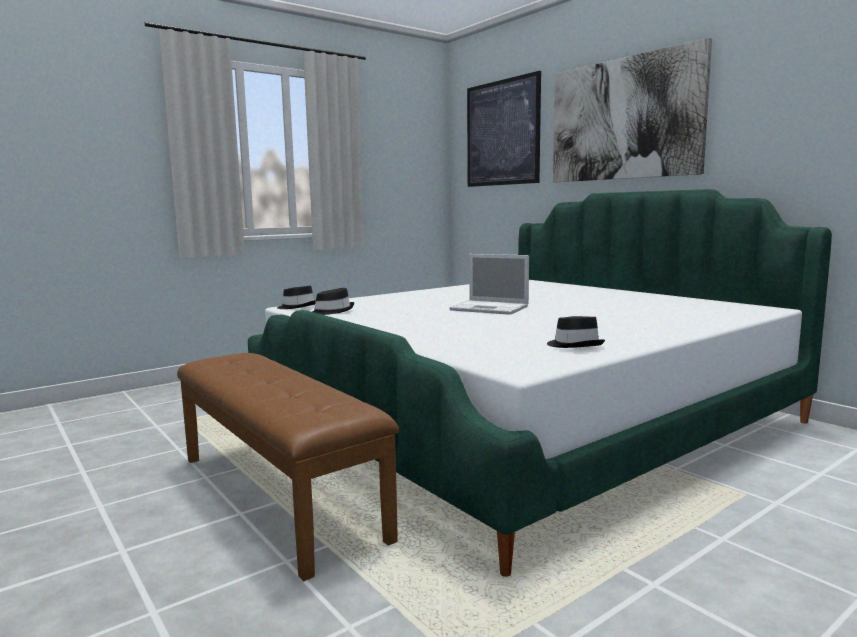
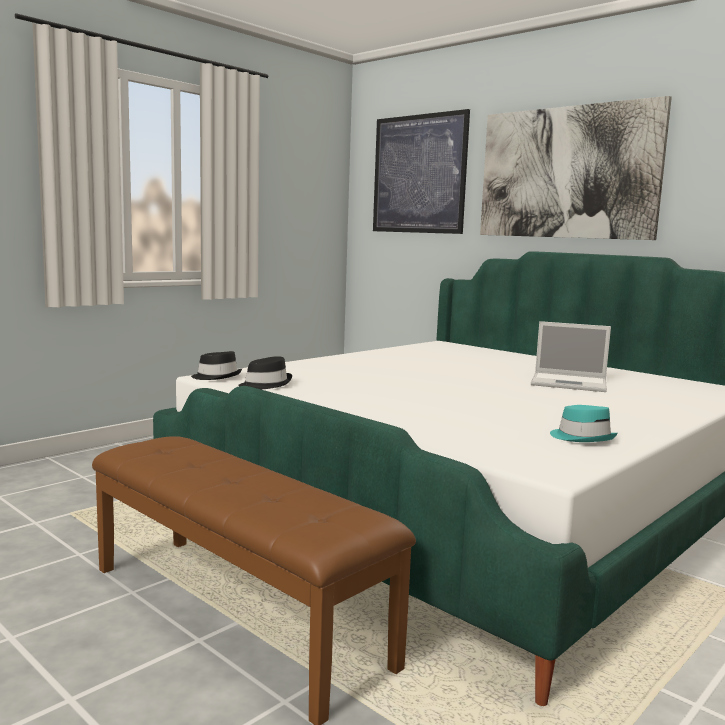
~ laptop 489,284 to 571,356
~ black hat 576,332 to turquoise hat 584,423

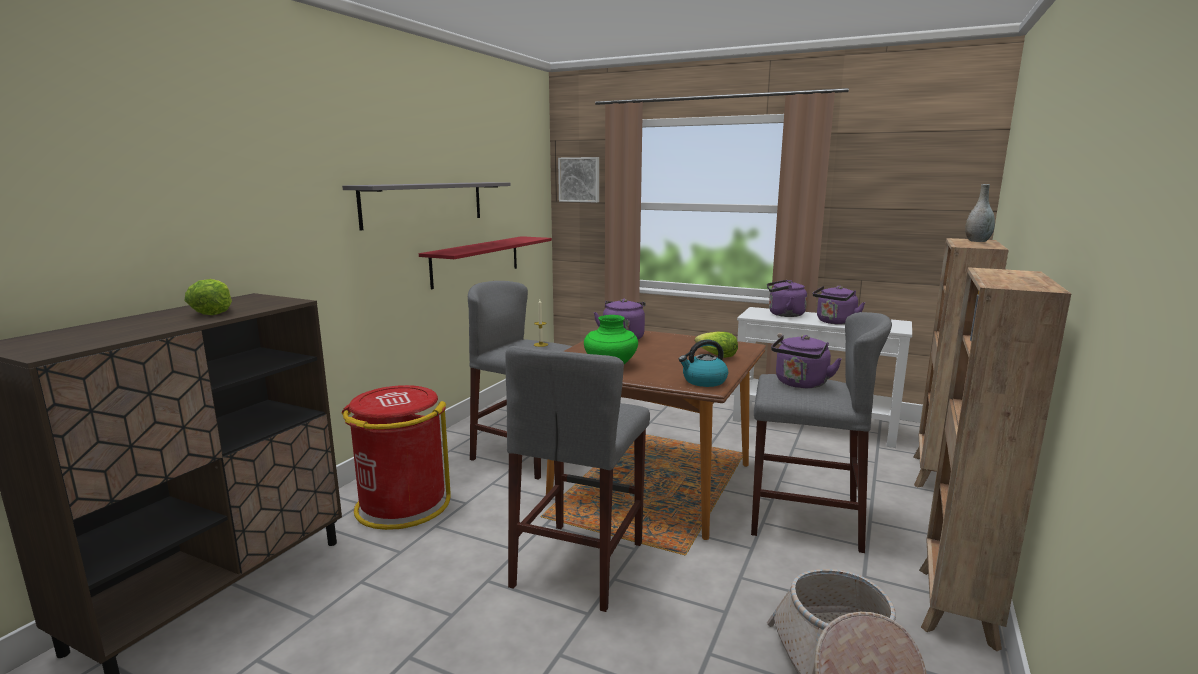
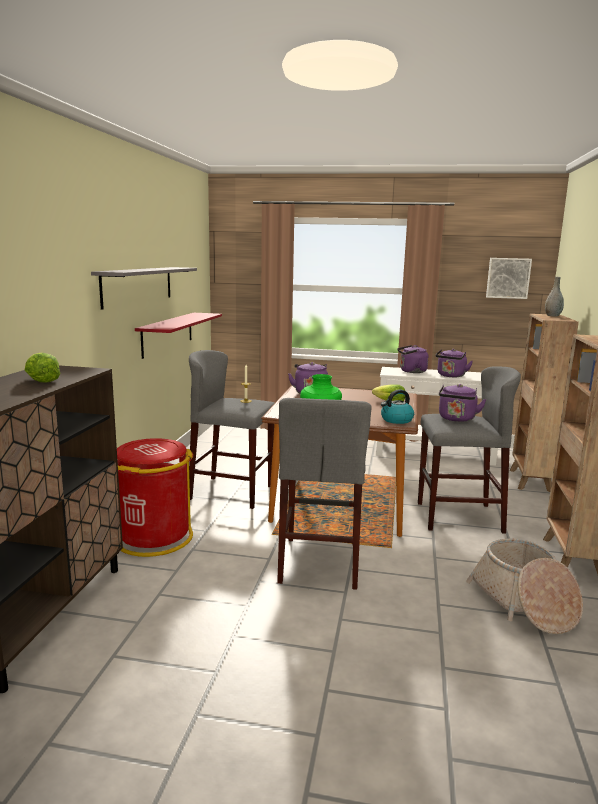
~ wall picture 578,179 to 509,278

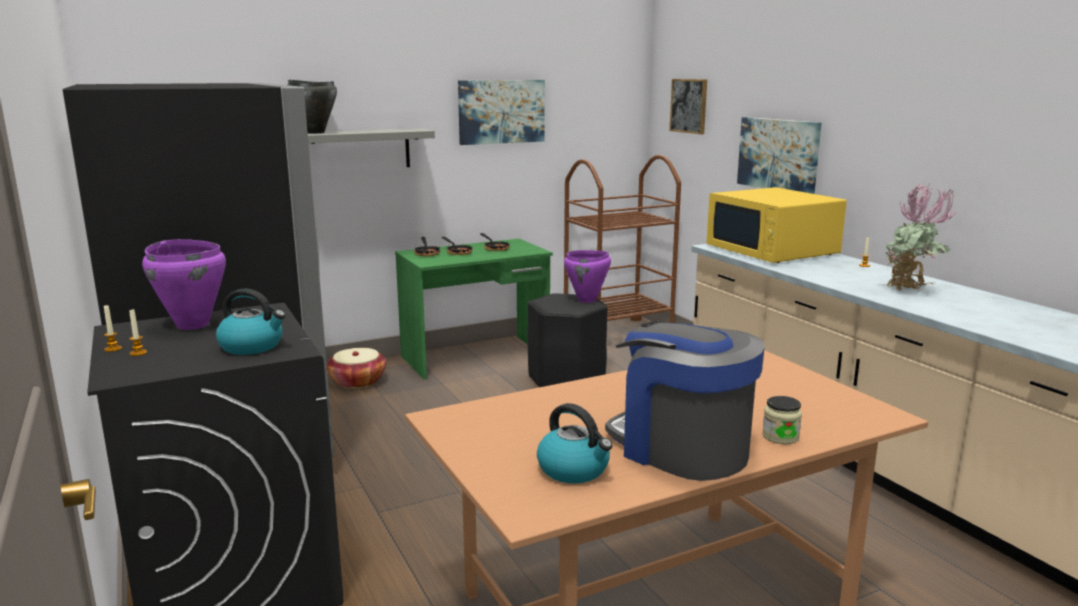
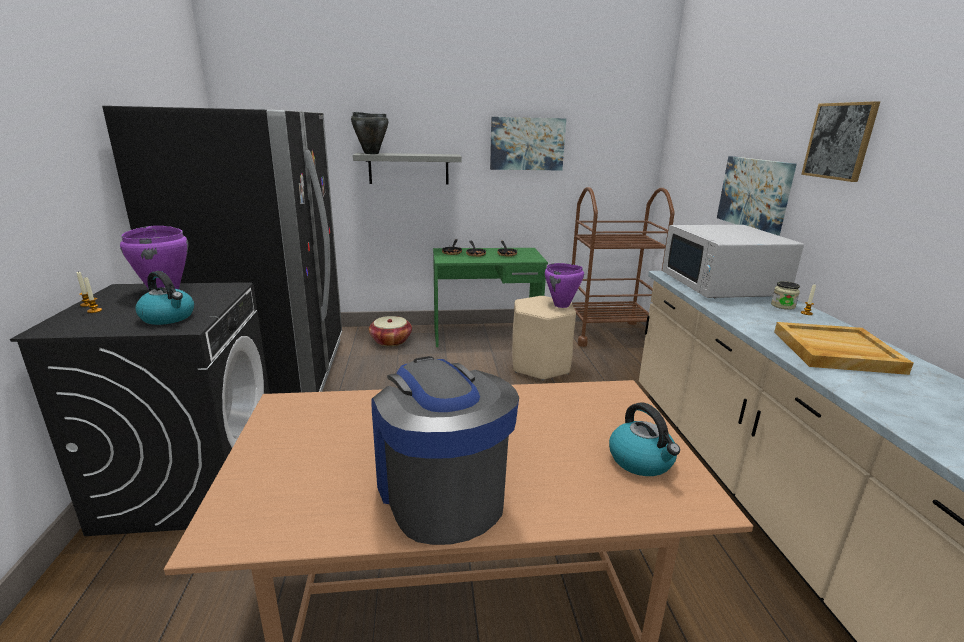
~ kettle 574,443 to 644,439
~ wall picture 688,106 to 840,141
~ preserve jar 782,420 to 785,295
~ plant in a pot 919,237 to beige-coloured serving tray 844,348
~ black sitting stool 568,340 to beige-coloured sitting stool 544,338
~ yellowish microwave 777,225 to whitish microwave 733,262

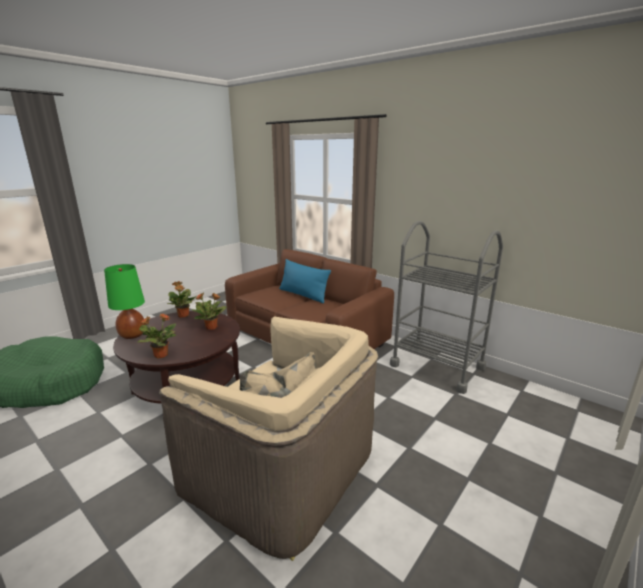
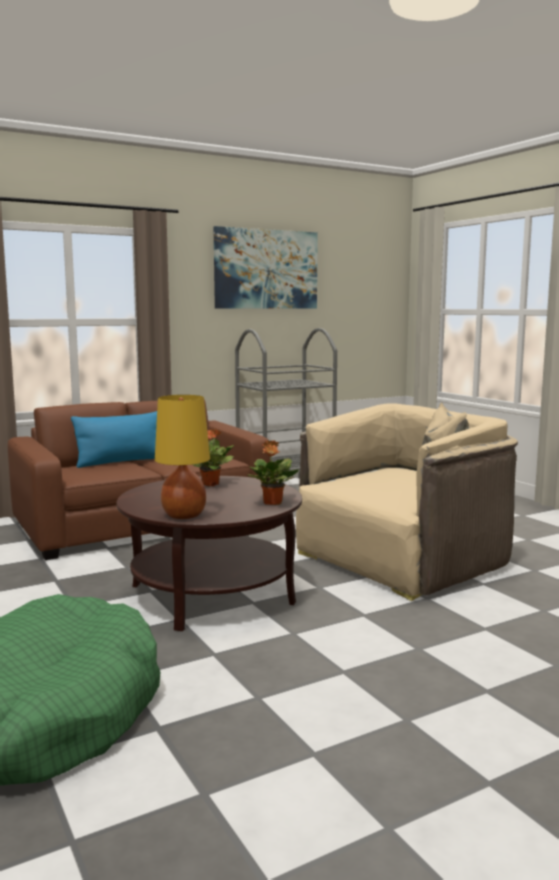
- plant in a pot 182,299
+ wall picture 266,267
~ green-coloured lamp for a table 124,301 to yellowish lamp for a table 182,457

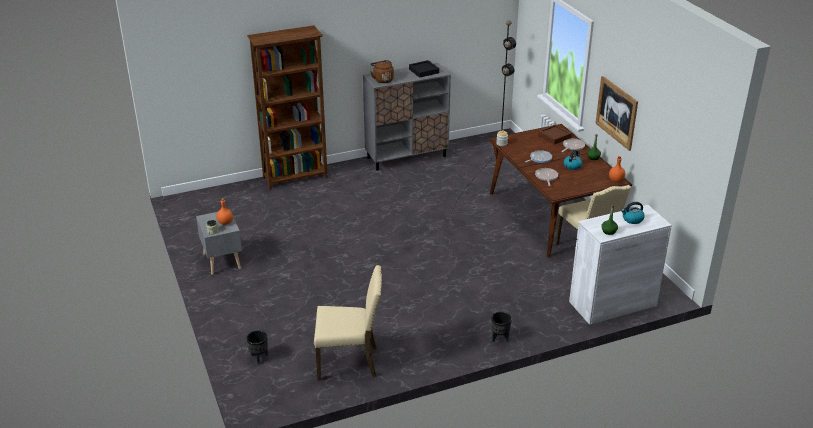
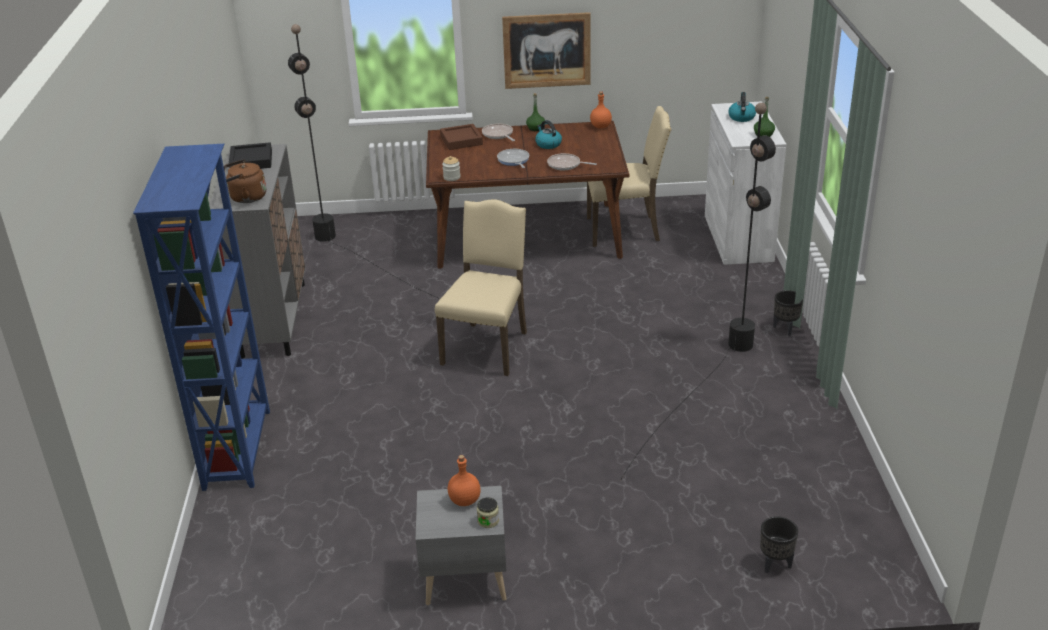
+ black standard lamp 698,292
~ beige-coloured plain chair 348,323 to 481,287
~ brown-coloured shelving unit 287,107 to bluish shelving unit 201,317

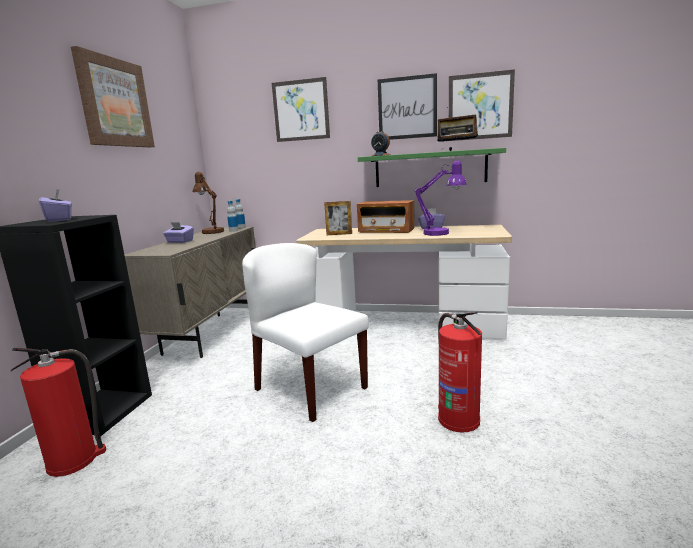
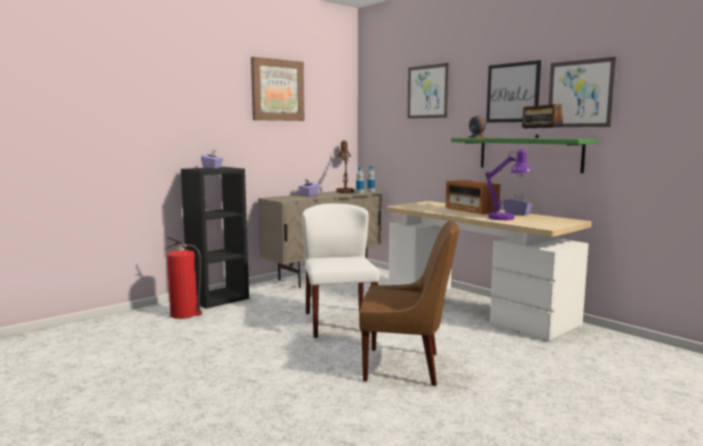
- photo frame 338,218
~ fire extinguisher 460,372 to brown-coloured plain chair 409,303

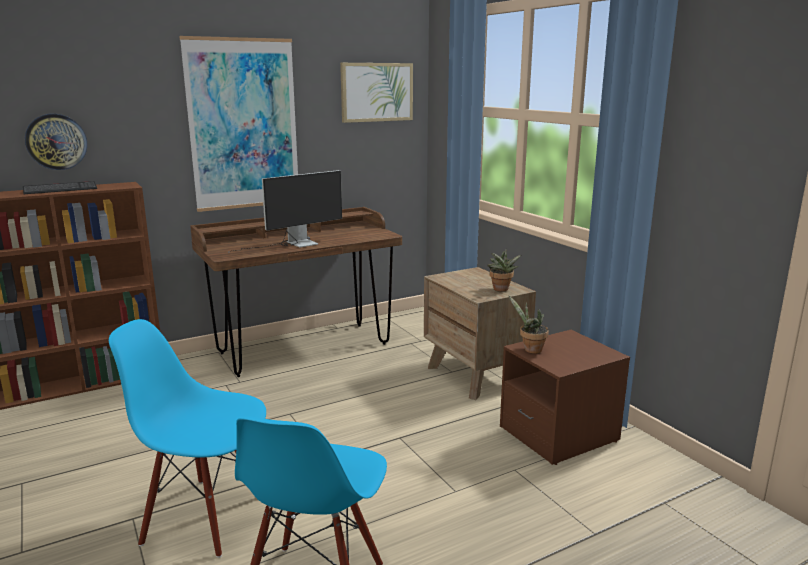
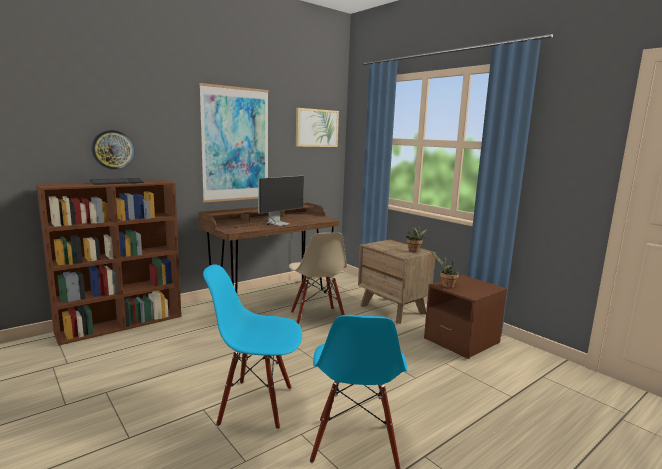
+ beige-coloured plain chair 318,278

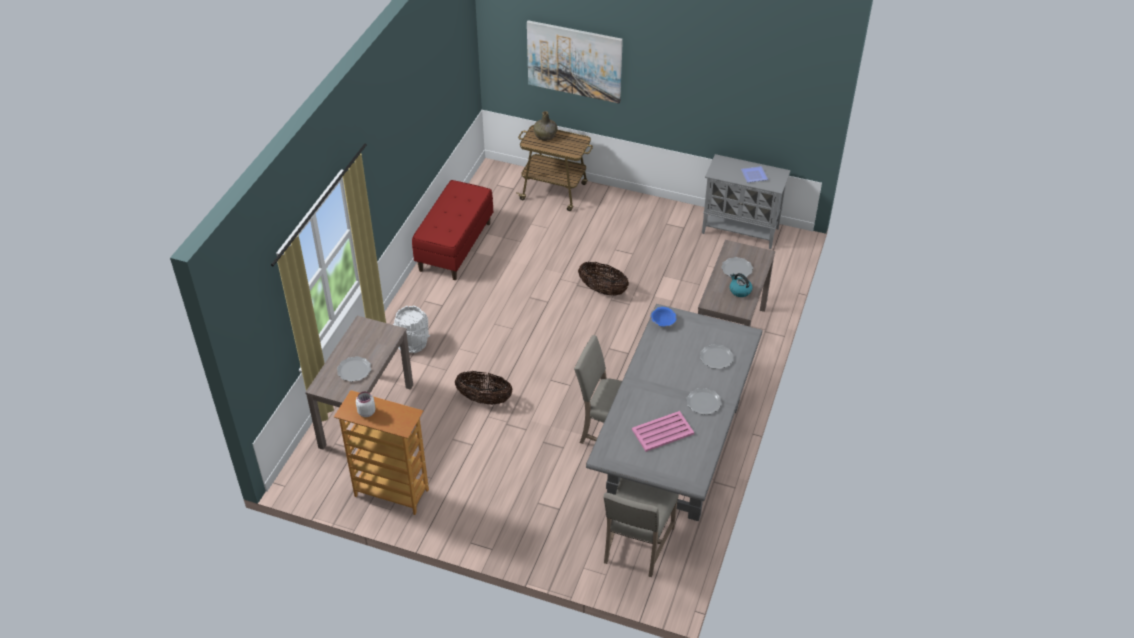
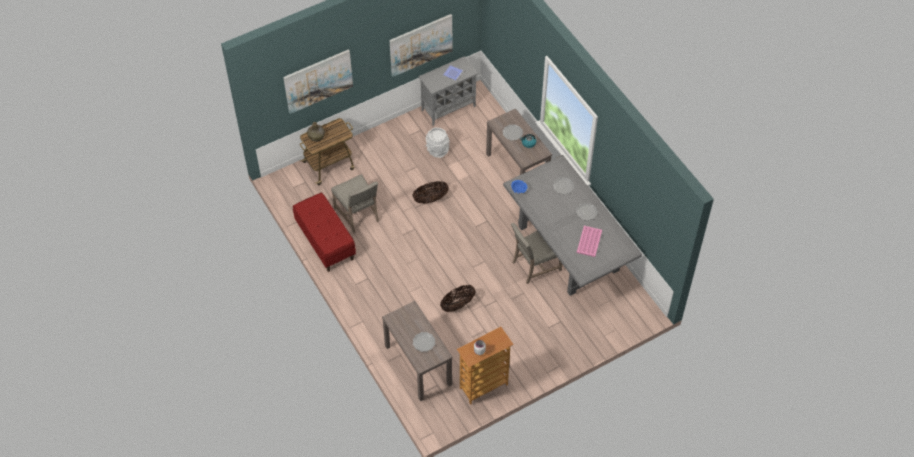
+ wall picture 420,45
~ whitish bucket 411,329 to 438,142
~ beige-coloured plain chair 641,527 to 355,203

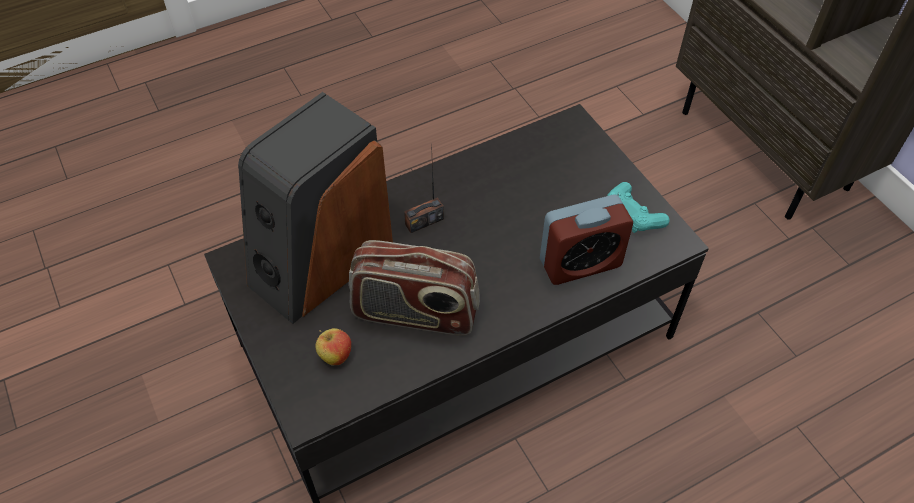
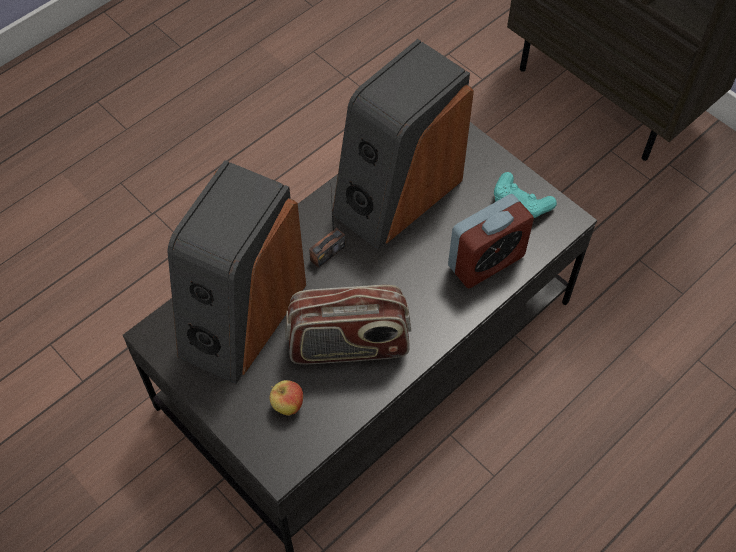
+ loudspeaker 403,144

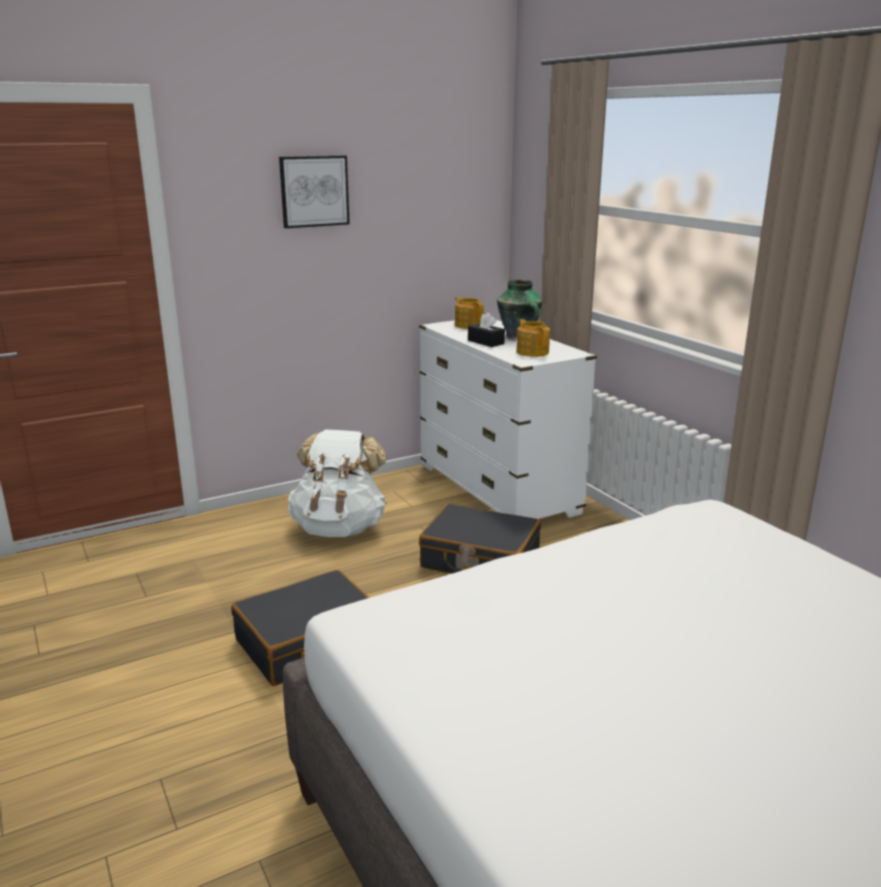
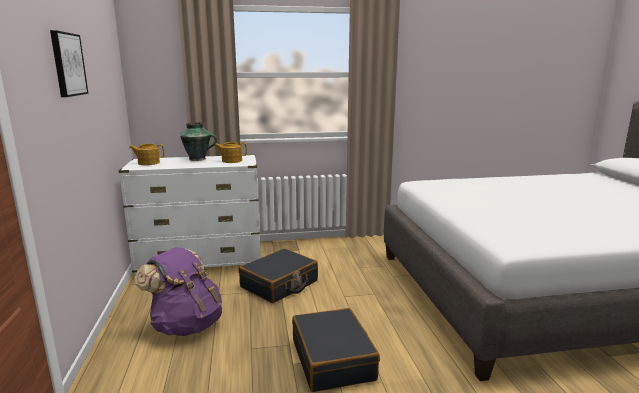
- black box of tissues 486,330
~ whitish backpack 337,483 to purple backpack 178,291

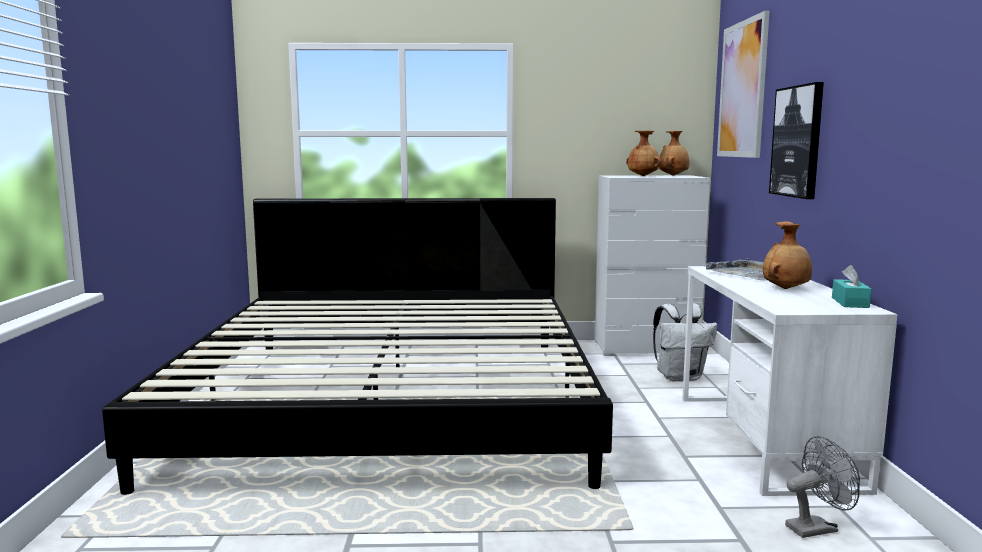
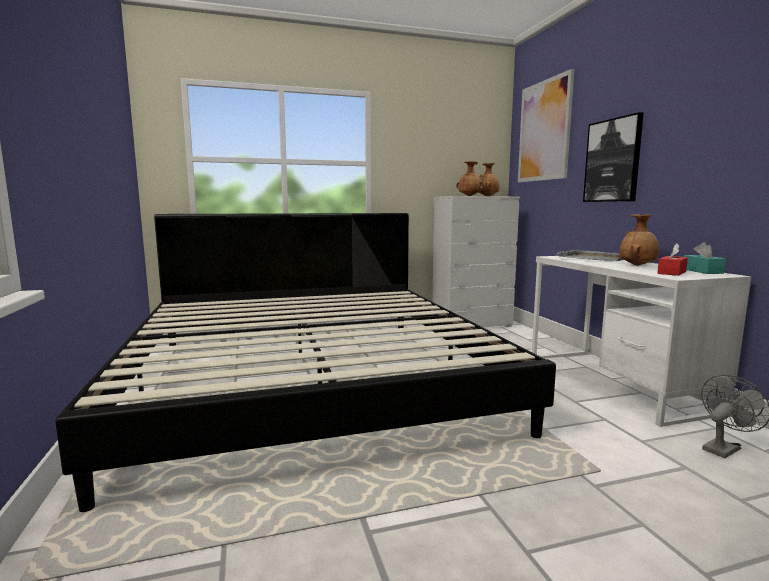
- whitish backpack 685,342
+ red box of tissues 672,259

